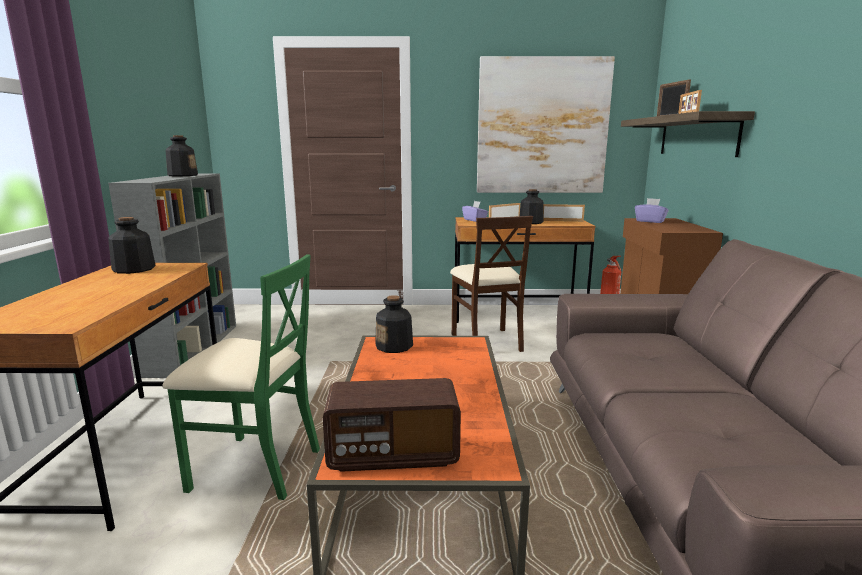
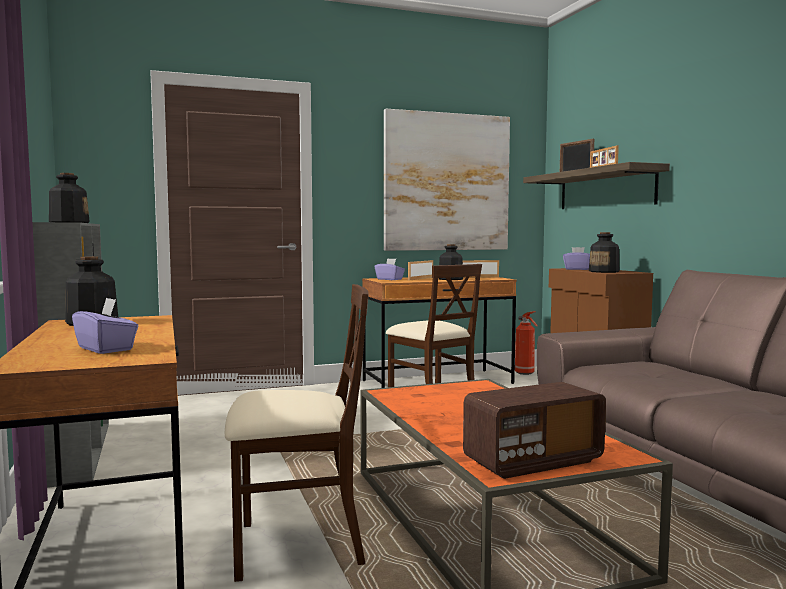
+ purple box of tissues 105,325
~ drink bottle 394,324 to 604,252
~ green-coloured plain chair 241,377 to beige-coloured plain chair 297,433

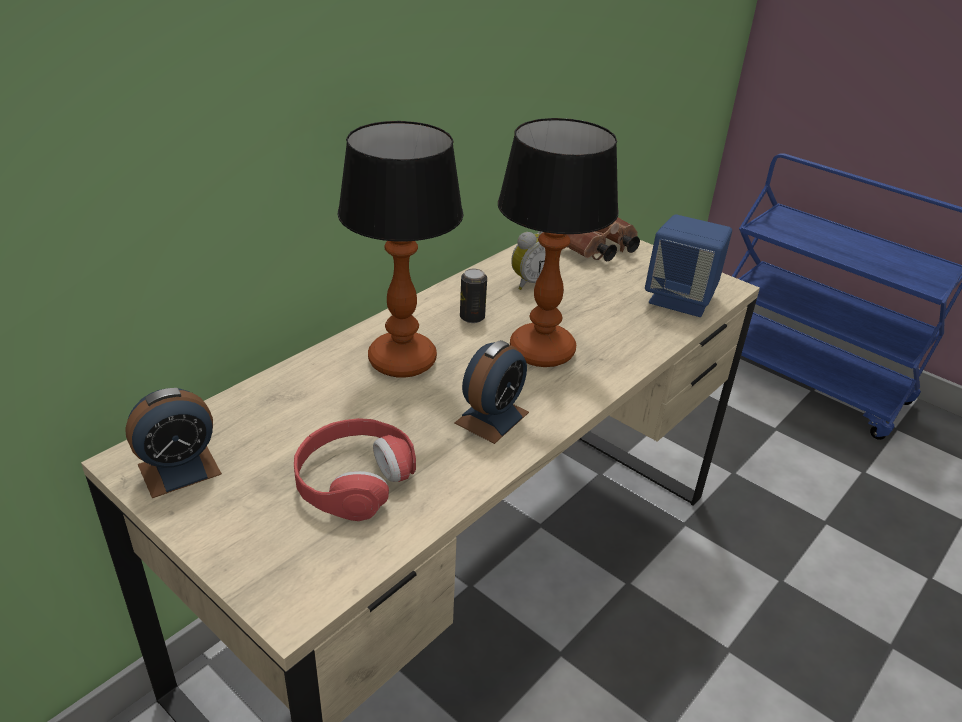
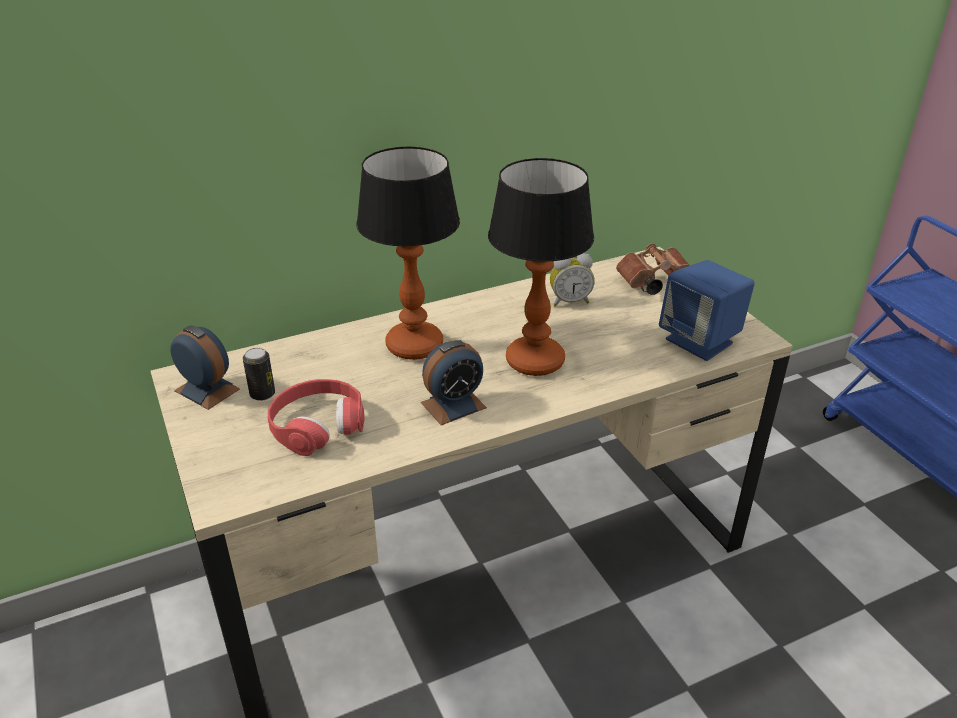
~ metal can 473,296 to 259,374
~ table clock 173,443 = 205,367 135 degrees counterclockwise

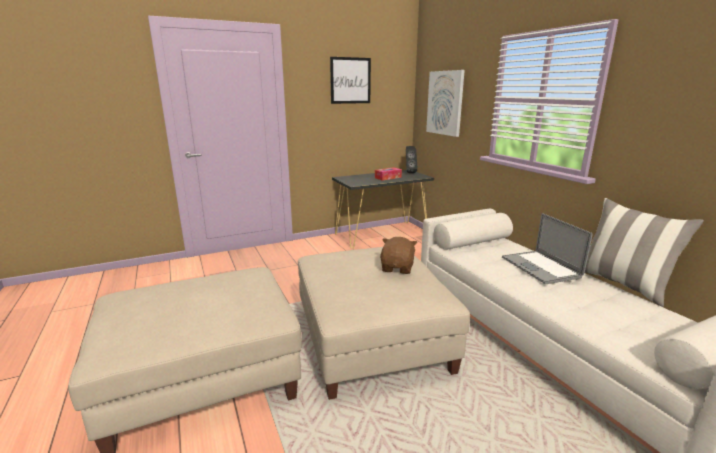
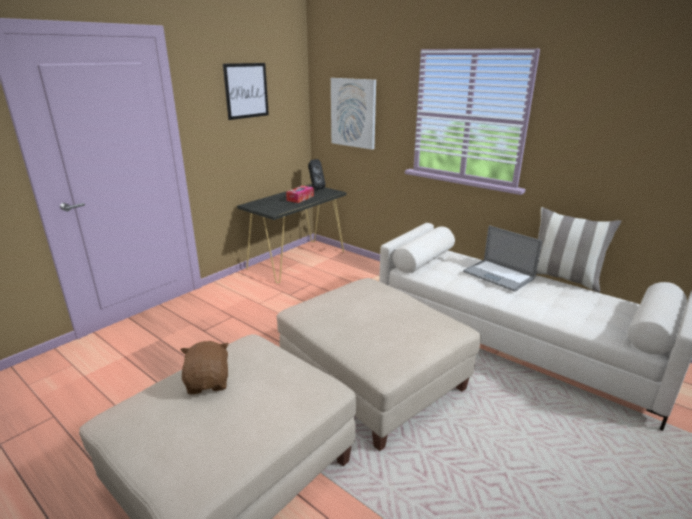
~ brown-coloured soft toy 399,255 to 205,367

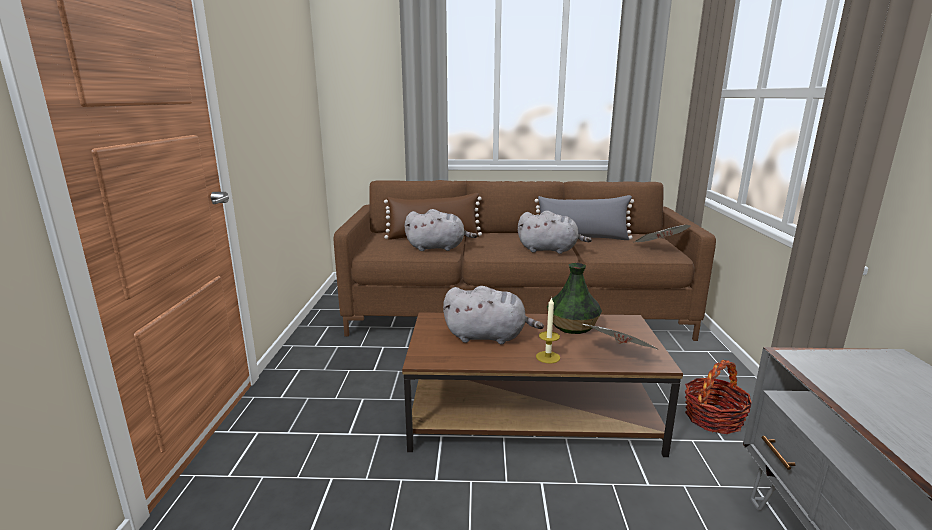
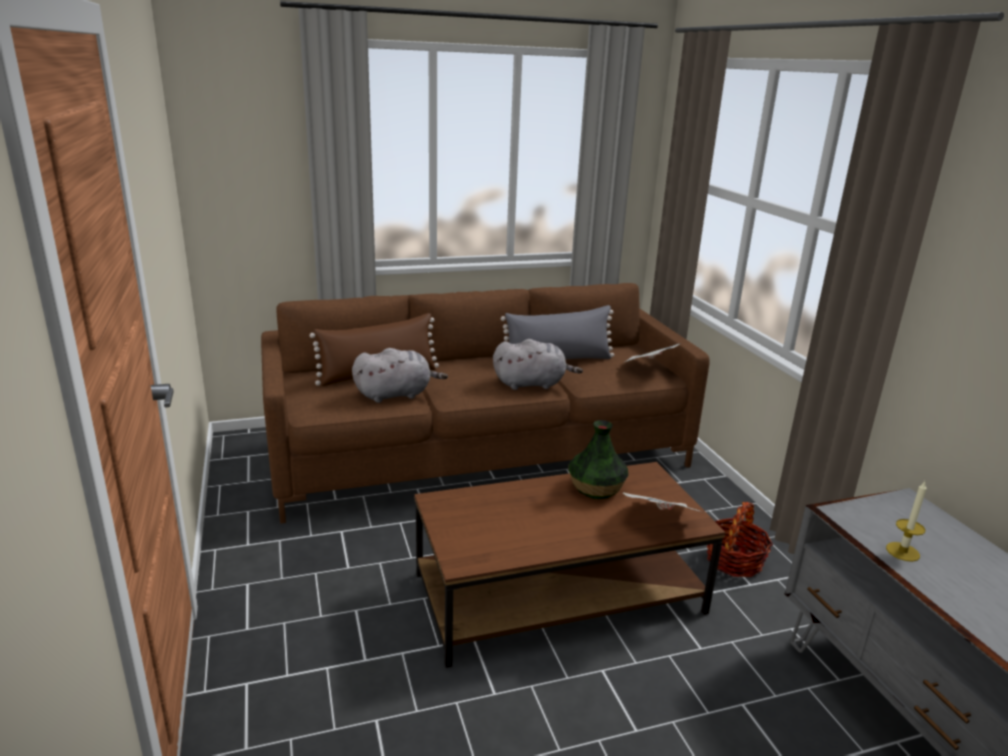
- grey soft toy 493,315
~ wax light 548,330 to 906,521

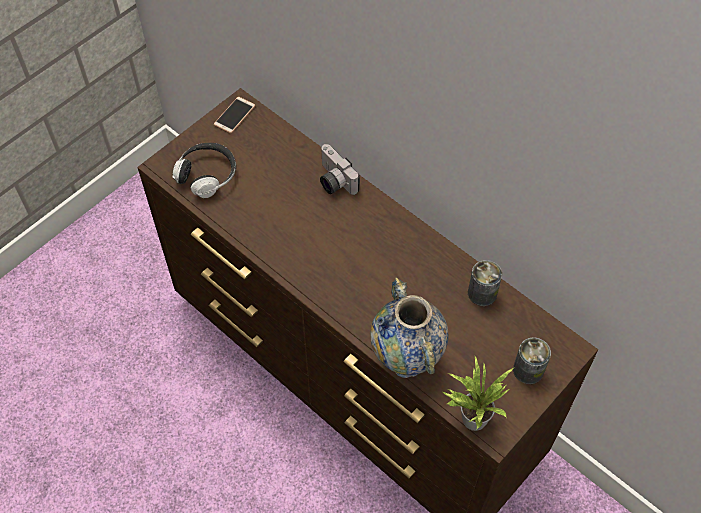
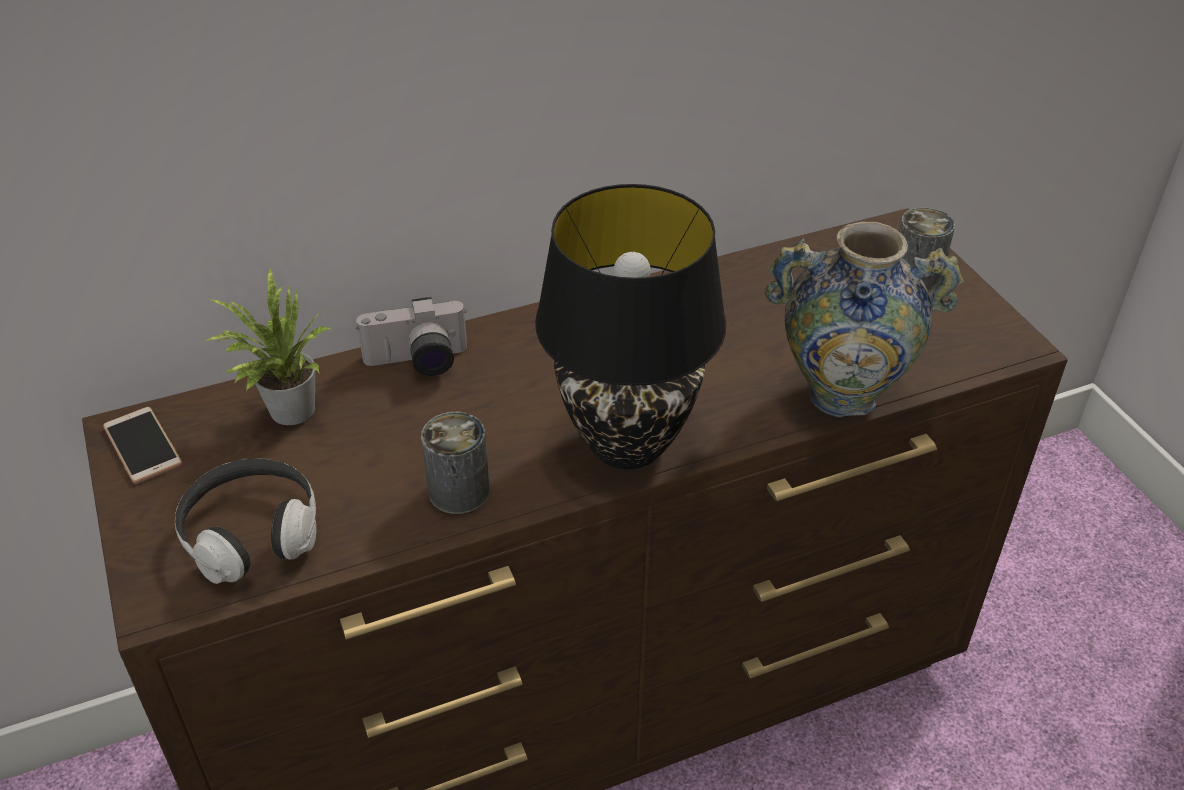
+ black lamp for a table 630,326
~ plant in a pot 479,393 to 269,346
~ metal can 485,283 to 455,463

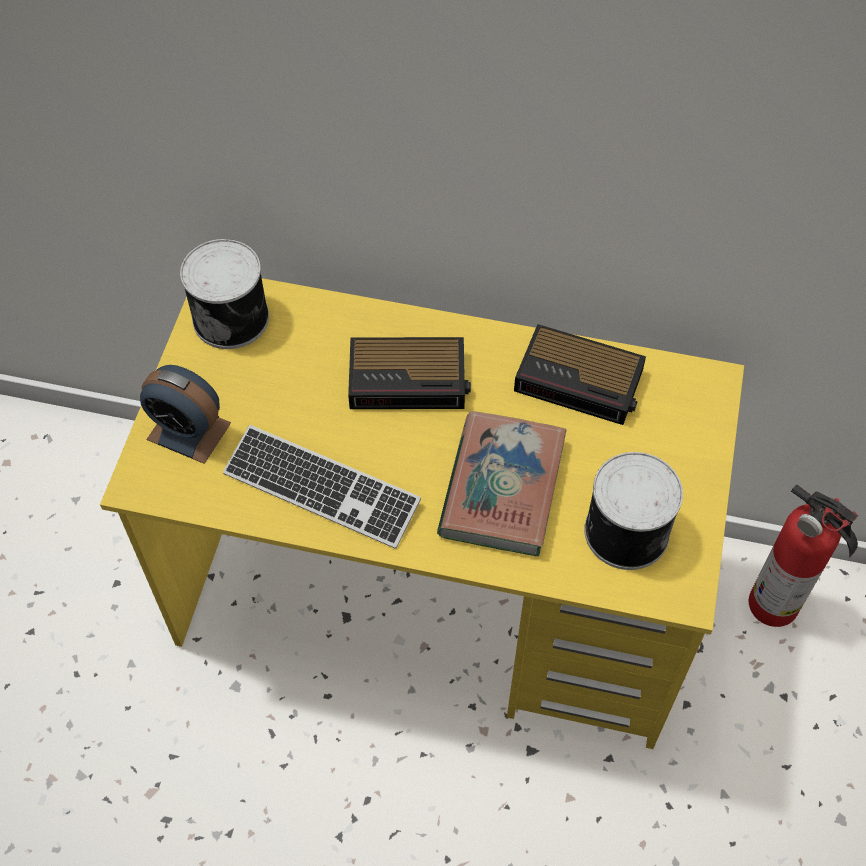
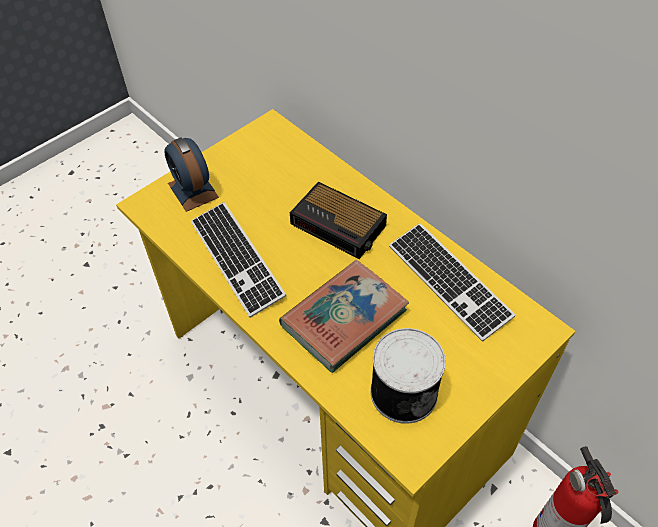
- metal can 224,294
~ table clock 580,374 to computer keyboard 452,282

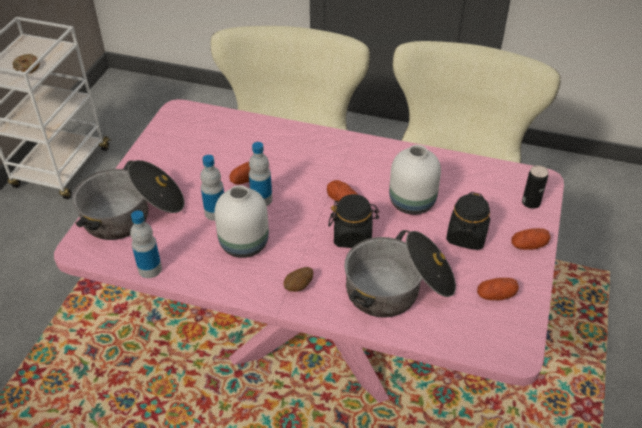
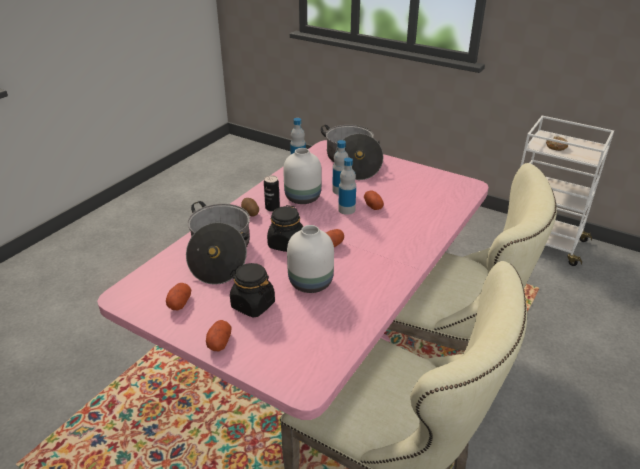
~ metal can 535,187 to 272,193

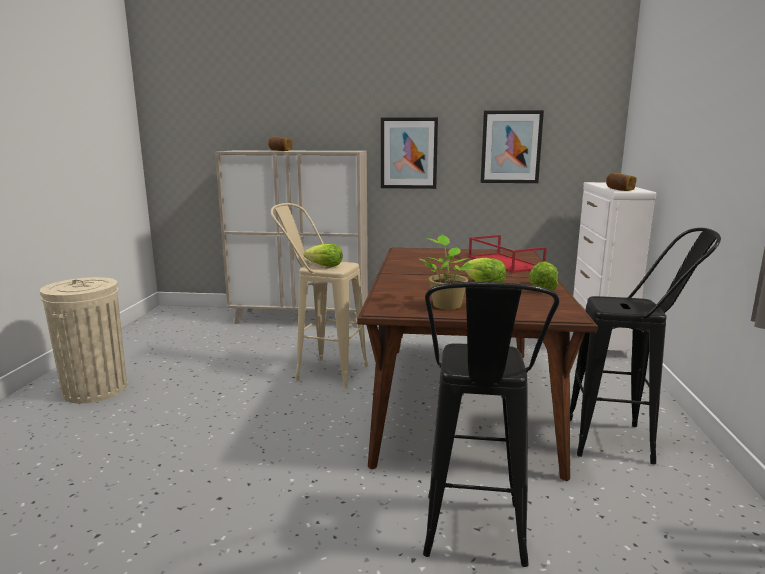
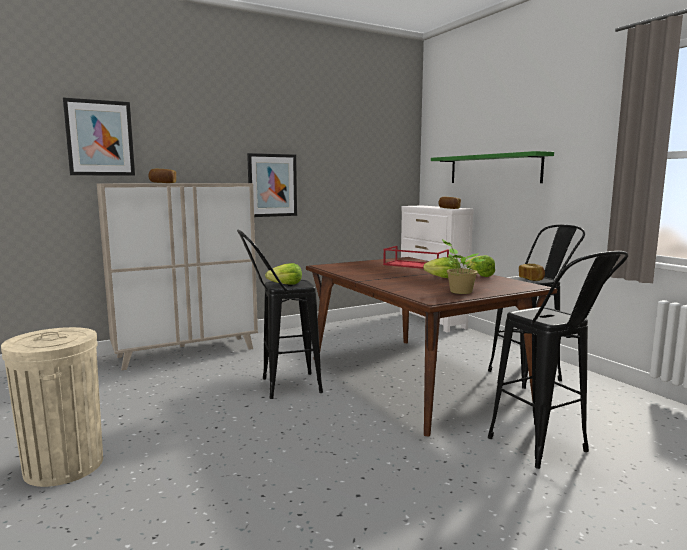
+ green-coloured bracket shelf 492,167
+ baked bread 532,272
~ wall picture 512,146 to 99,137
~ beige-coloured sitting stool 319,296 to black sitting stool 280,314

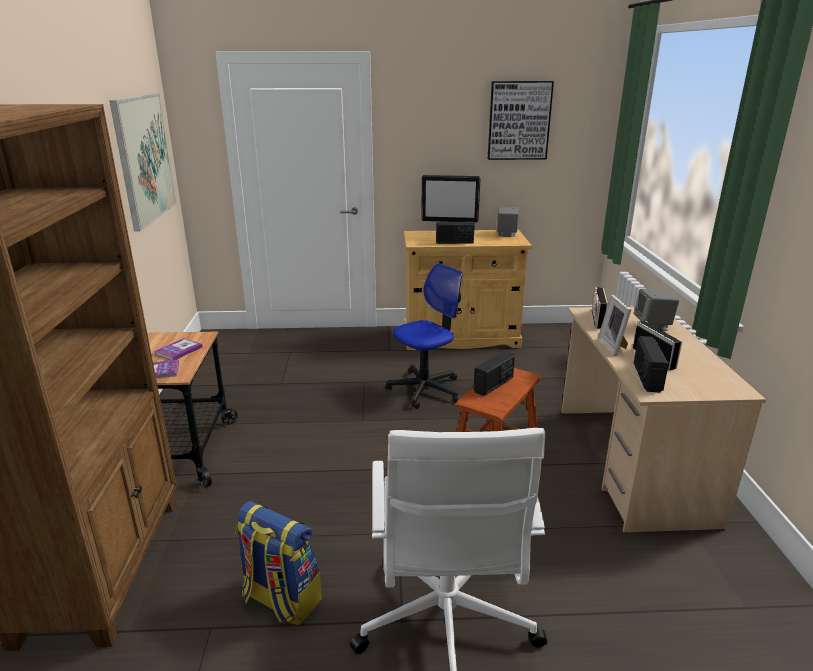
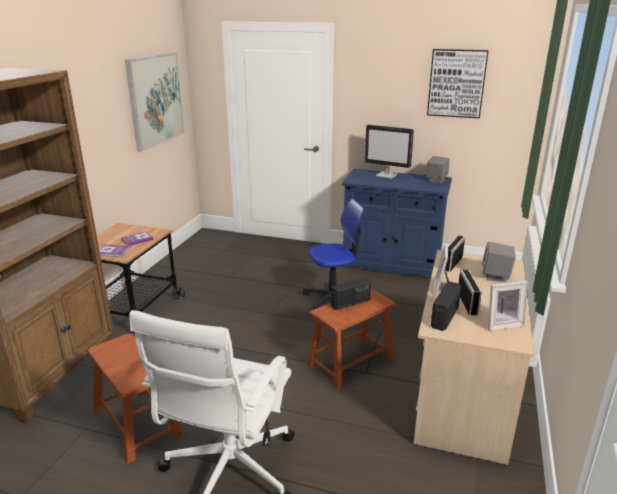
- radio 455,233
+ photo frame 508,306
~ backpack 279,563 to brown-coloured sitting stool 135,399
~ beige-coloured cupboard 468,290 to bluish cupboard 396,224

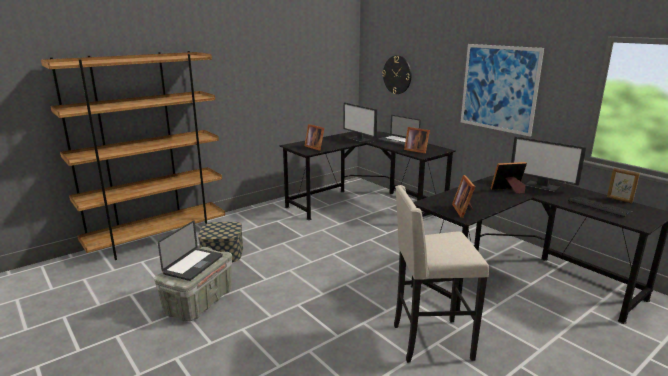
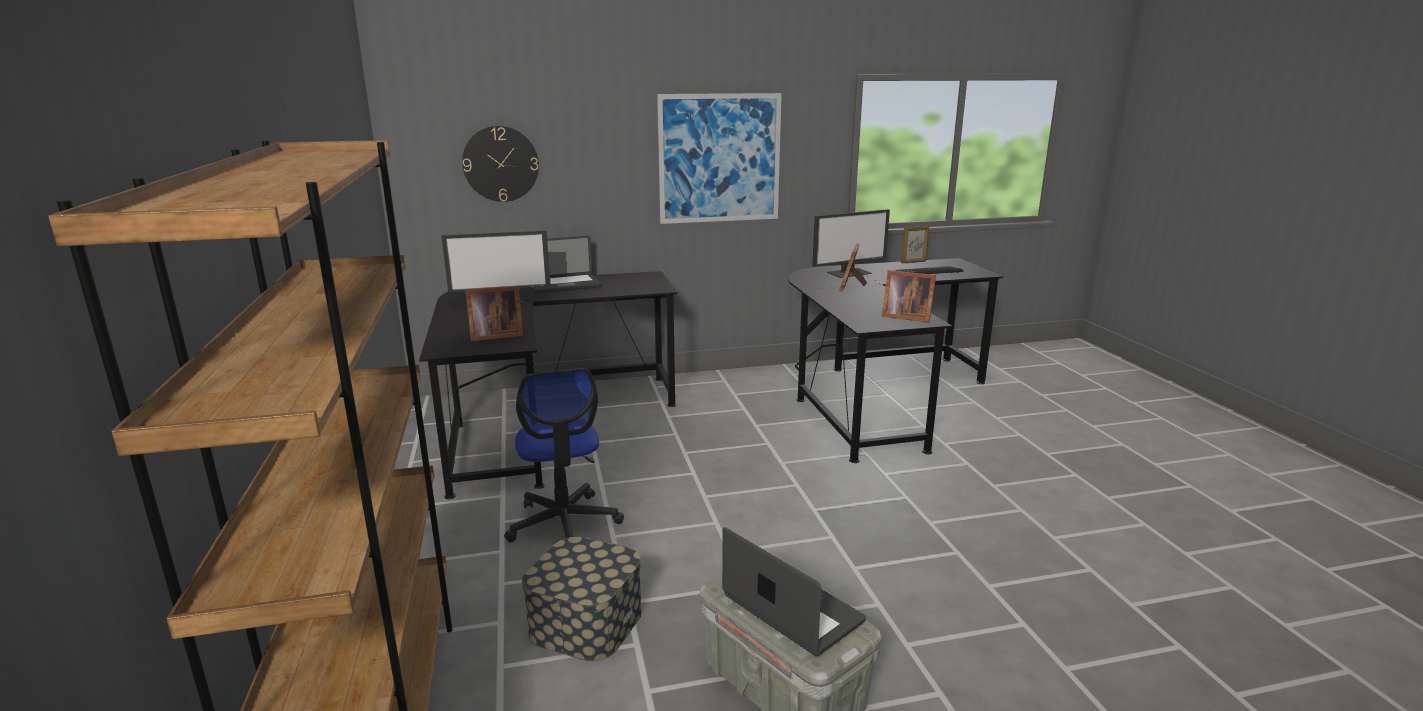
- beige-coloured sitting stool 441,274
- photo frame 417,140
+ computer chair 564,455

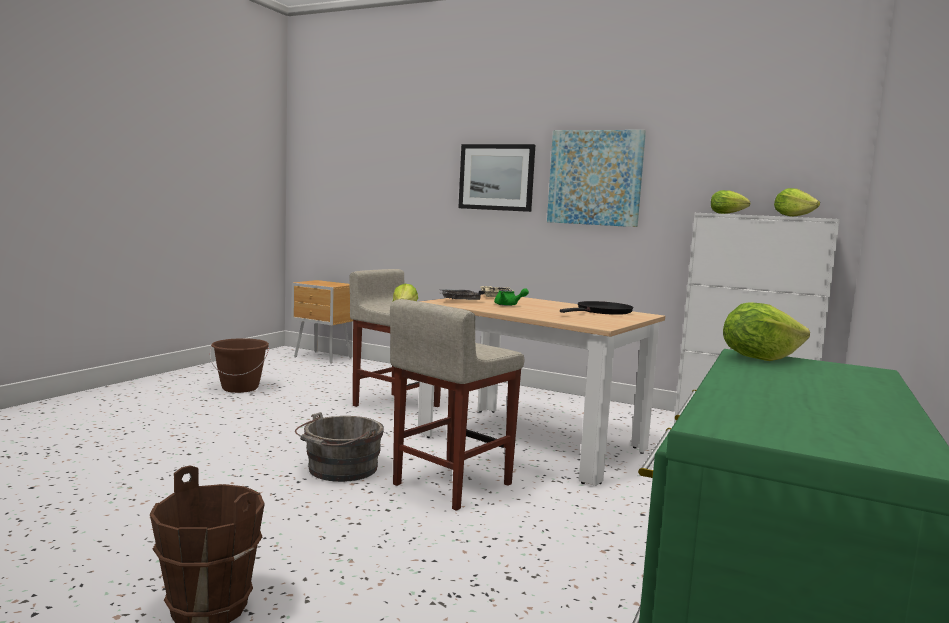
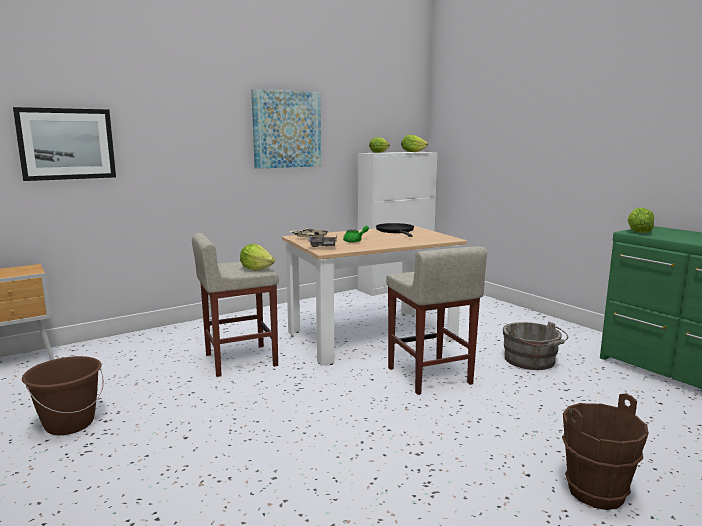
~ grey bucket 339,447 to 535,346
~ wall picture 496,178 to 64,144

